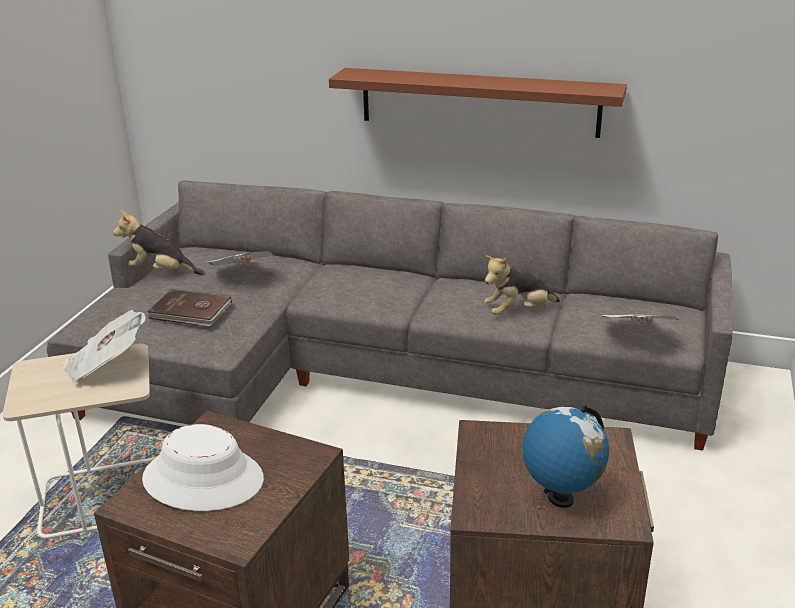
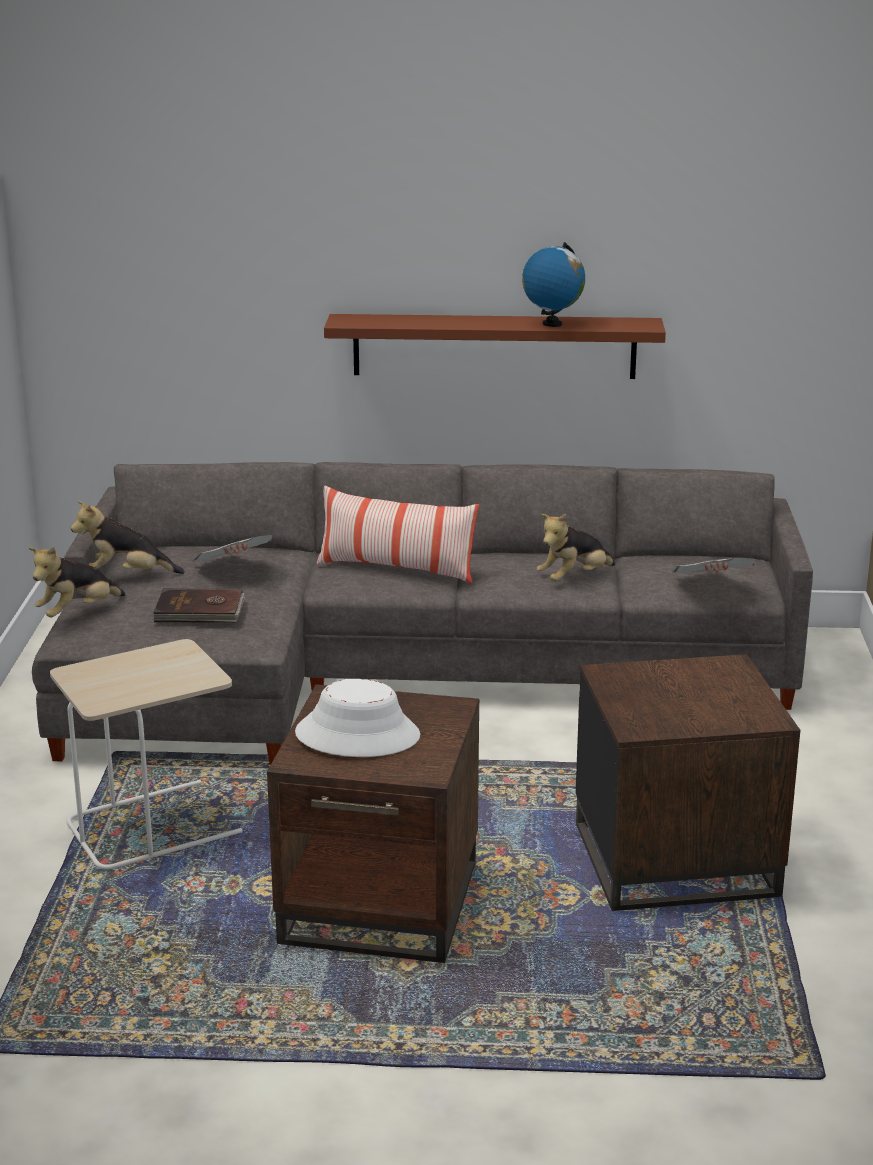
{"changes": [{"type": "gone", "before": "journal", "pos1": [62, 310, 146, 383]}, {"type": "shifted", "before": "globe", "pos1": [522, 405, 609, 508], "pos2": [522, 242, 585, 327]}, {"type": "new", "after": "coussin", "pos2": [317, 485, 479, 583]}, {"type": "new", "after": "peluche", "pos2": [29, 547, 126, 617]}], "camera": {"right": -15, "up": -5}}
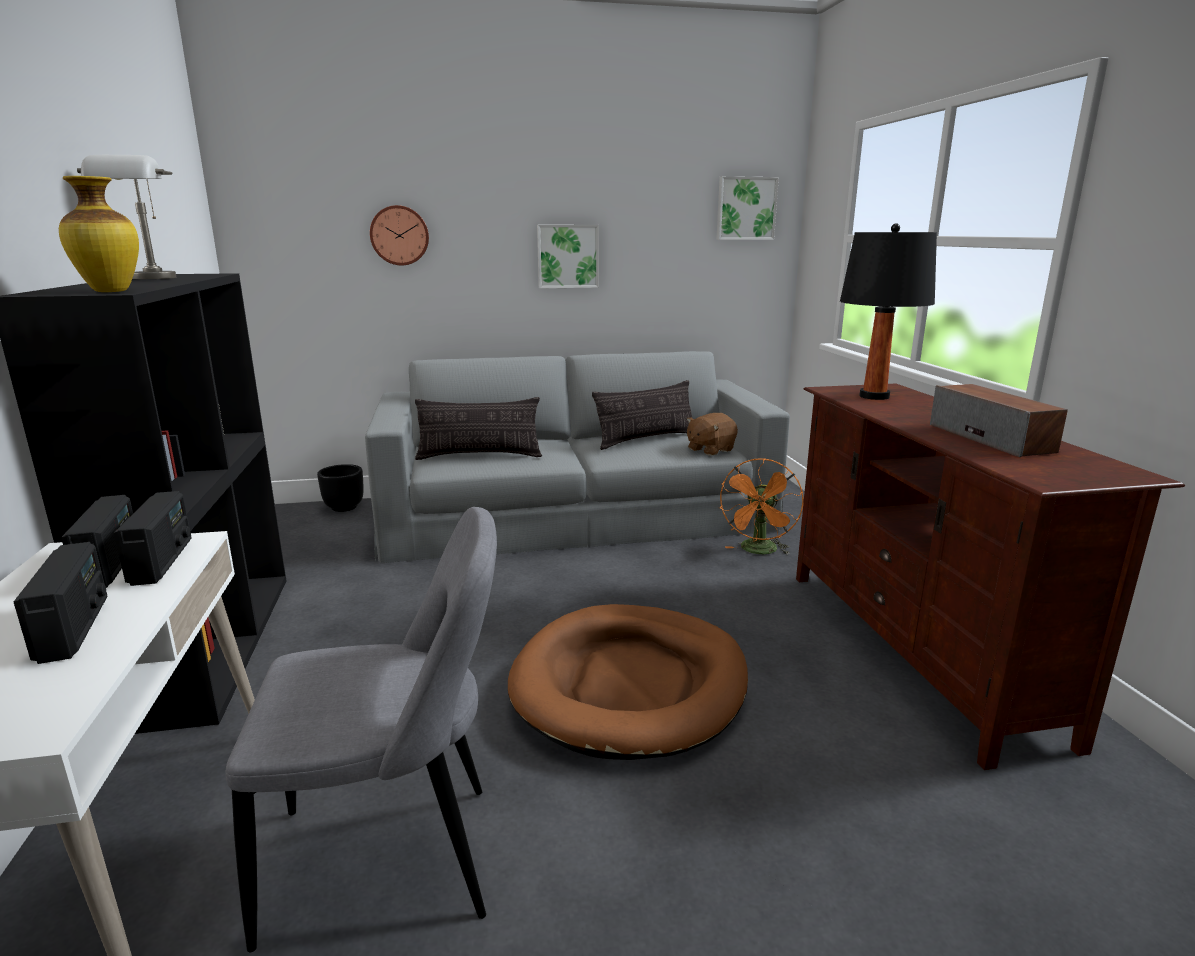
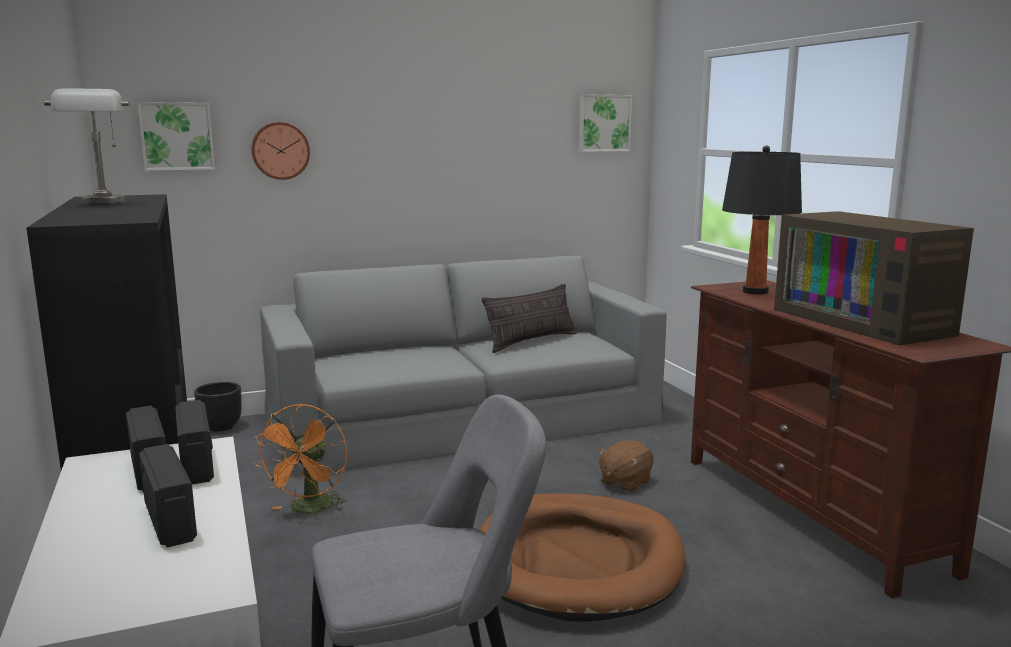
{"changes": [{"type": "gone", "before": "vase", "pos1": [59, 176, 139, 292]}, {"type": "shifted", "before": "tableau", "pos1": [537, 225, 599, 289], "pos2": [138, 102, 215, 171]}, {"type": "swapped", "before": "enceinte", "after": "téléviseur", "pos1": [930, 384, 1068, 457], "pos2": [774, 211, 974, 346]}, {"type": "gone", "before": "coussin", "pos1": [415, 397, 542, 460]}, {"type": "shifted", "before": "peluche (marron)", "pos1": [687, 413, 738, 456], "pos2": [598, 440, 654, 492]}, {"type": "shifted", "before": "ventilateur (orange)", "pos1": [720, 458, 804, 554], "pos2": [255, 404, 347, 514]}], "camera": {"right": -10, "up": -5}}
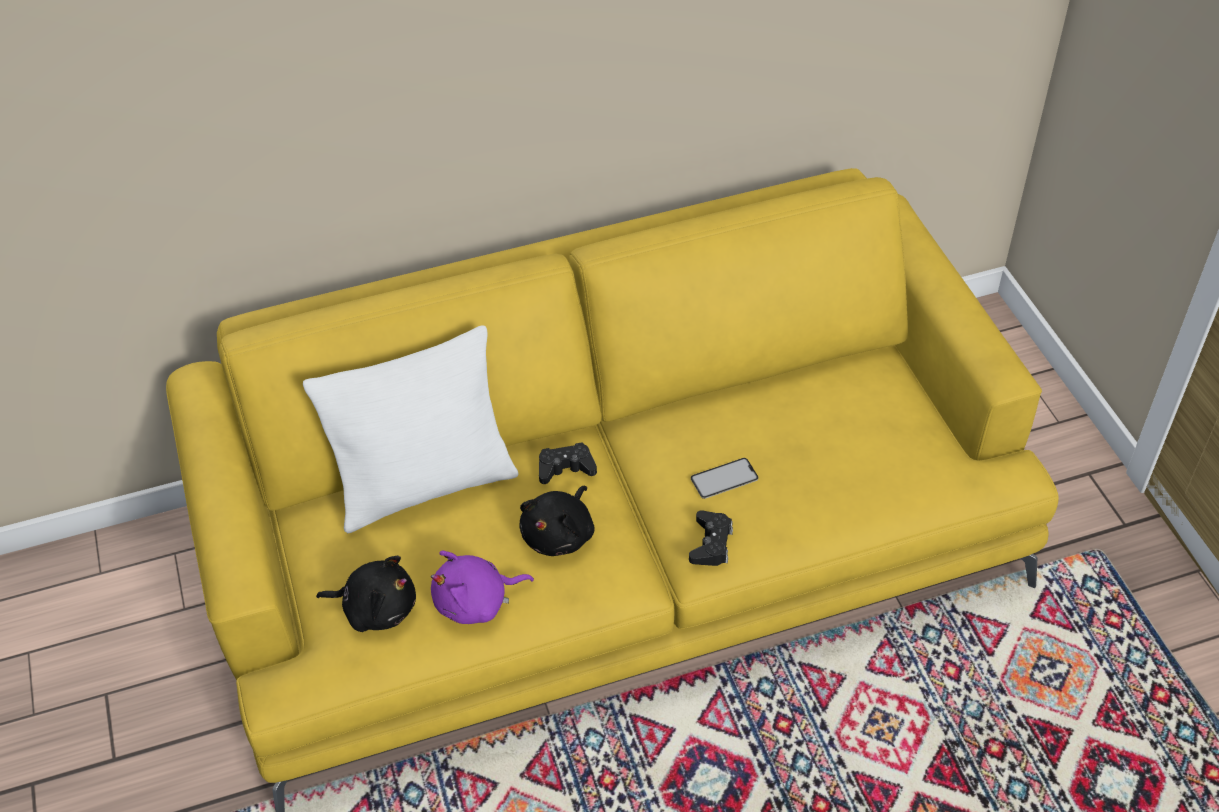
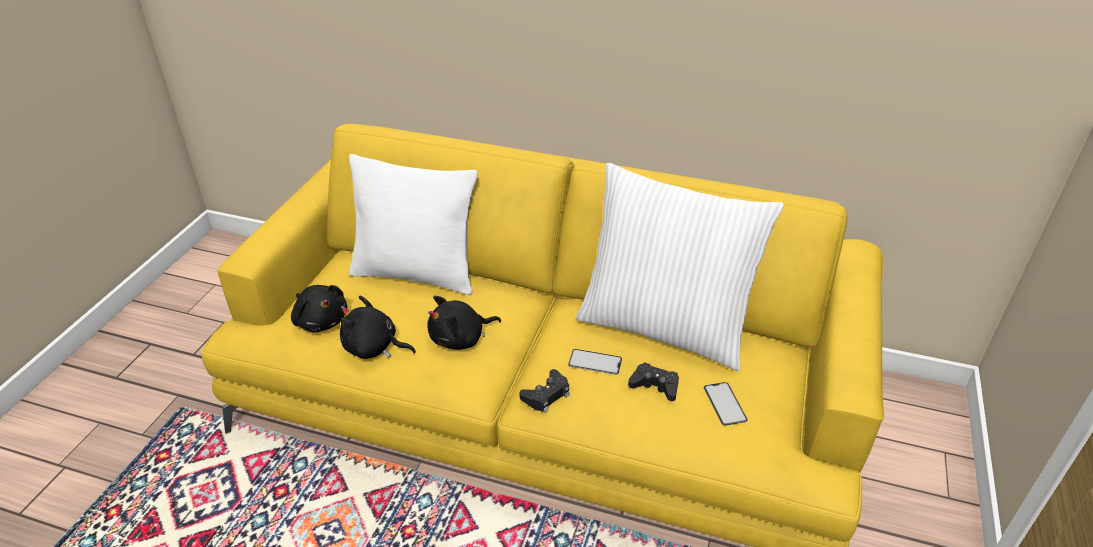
{"changes": [{"type": "shifted", "before": "manette (noir)", "pos1": [539, 442, 597, 484], "pos2": [628, 362, 679, 401]}, {"type": "repainted", "before": "peluche (violet)", "after": "peluche (noir)", "pos1": [431, 550, 534, 624], "pos2": [340, 296, 416, 359]}, {"type": "new", "after": "coussin (blanc)", "pos2": [576, 163, 784, 371]}, {"type": "new", "after": "téléphone", "pos2": [704, 382, 748, 426]}], "camera": {"right": 35, "up": -10}}
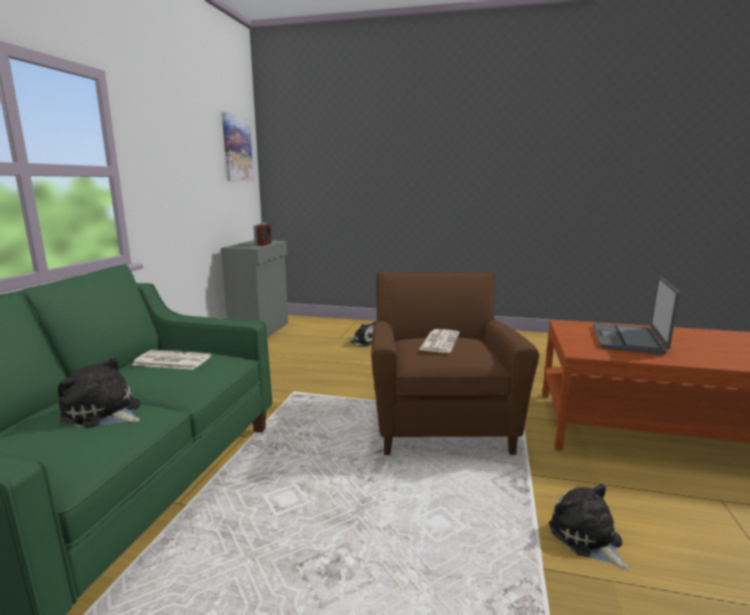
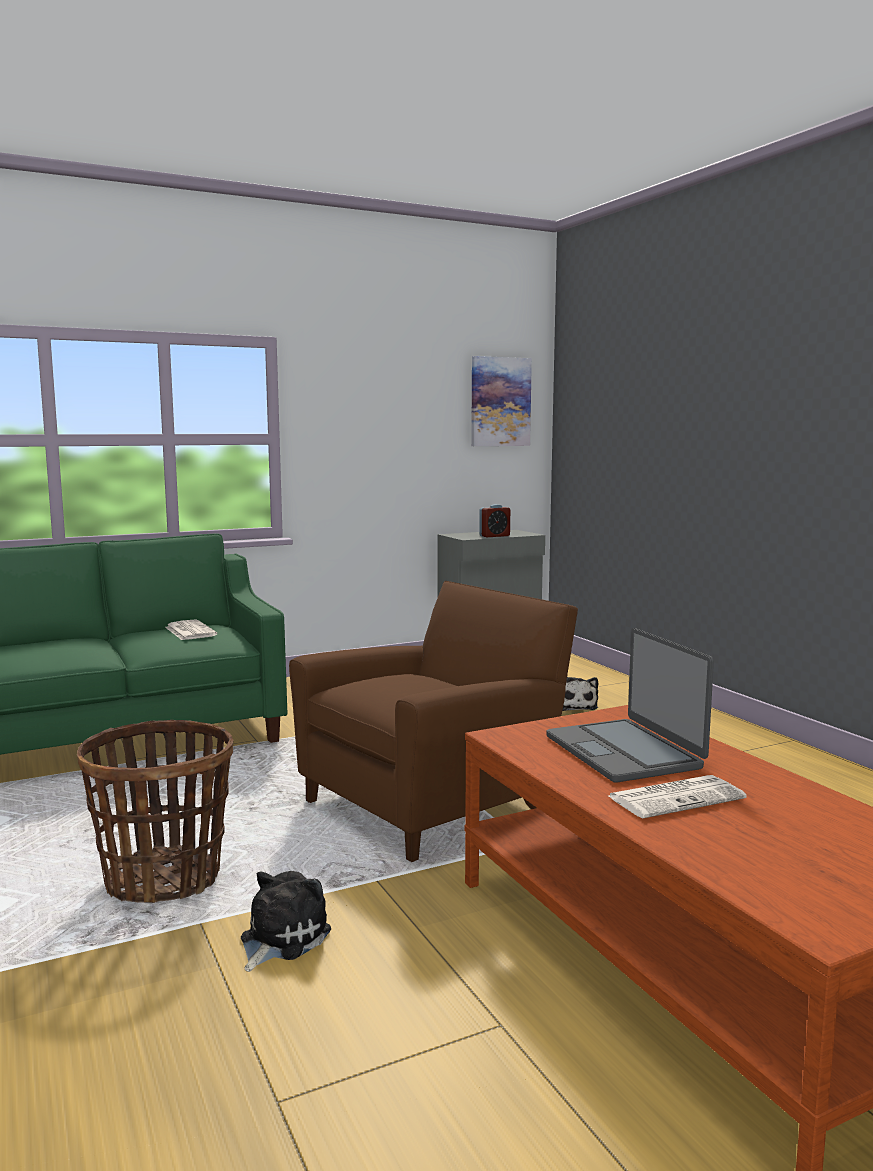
{"changes": [{"type": "rotated", "before": "ordinateur portable", "pos1": [593, 276, 680, 355], "pos2": [546, 628, 714, 783], "turn": -90}, {"type": "shifted", "before": "journal", "pos1": [419, 329, 460, 353], "pos2": [609, 775, 747, 818]}, {"type": "gone", "before": "peluche", "pos1": [57, 356, 140, 428]}, {"type": "new", "after": "panier", "pos2": [77, 720, 234, 903]}], "camera": {"right": 50, "up": -5}}
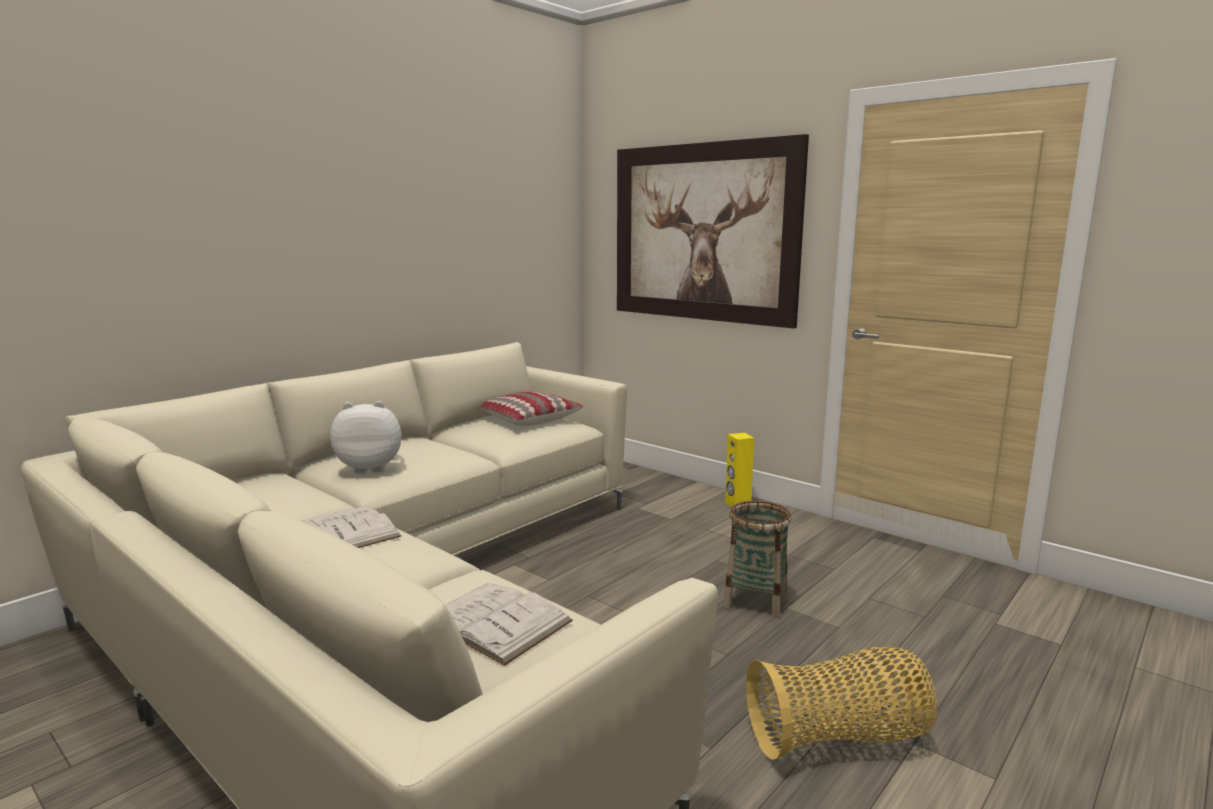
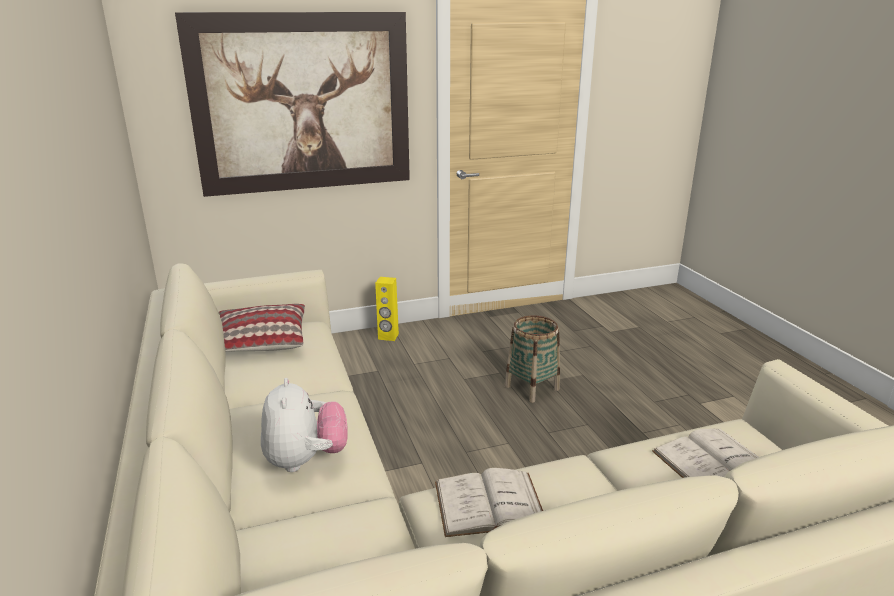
{"changes": [{"type": "rotated", "before": "peluche", "pos1": [330, 401, 402, 473], "pos2": [261, 378, 348, 472], "turn": 150}, {"type": "gone", "before": "panier", "pos1": [746, 647, 937, 760]}], "camera": {"right": -60, "up": 10}}
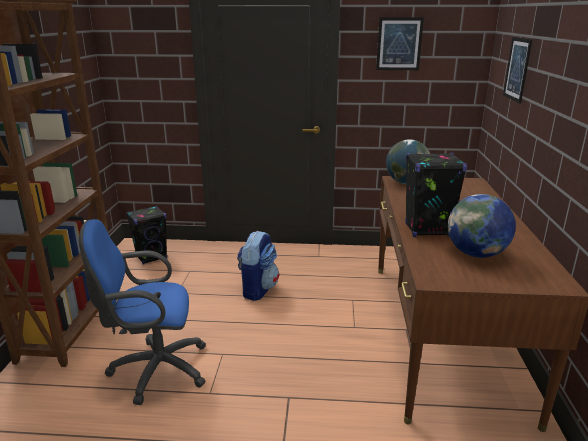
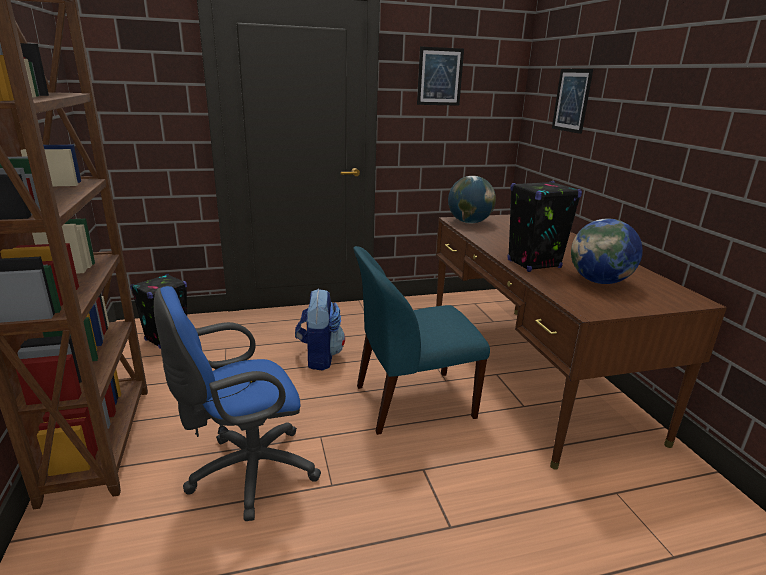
{"changes": [{"type": "new", "after": "chaise (bleu)", "pos2": [353, 246, 490, 435]}], "camera": {"right": -20, "up": 0}}
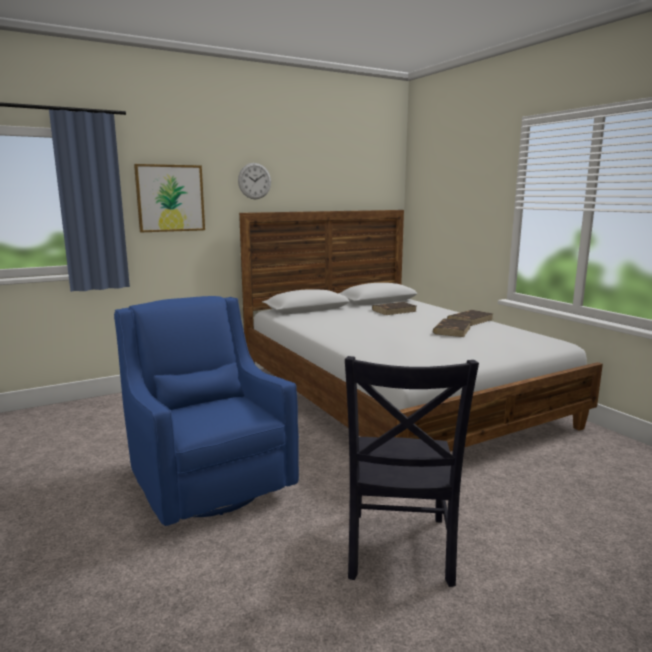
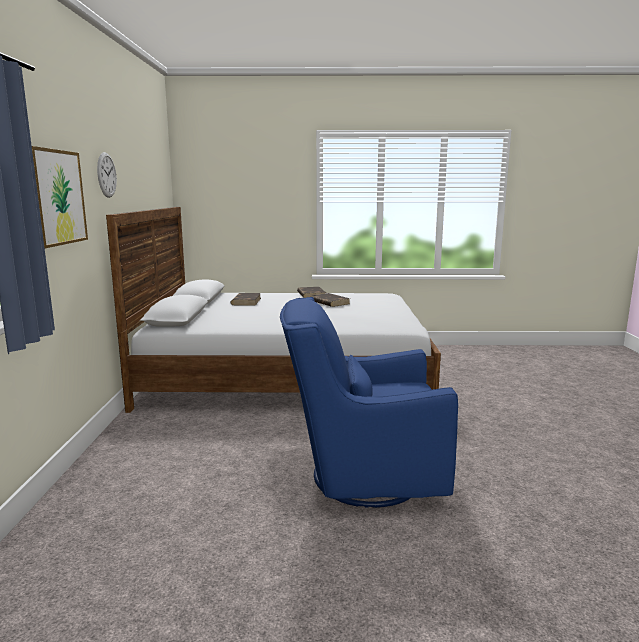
{"changes": [{"type": "gone", "before": "chaise (noir)", "pos1": [345, 356, 479, 587]}], "camera": {"right": -60, "up": 0}}
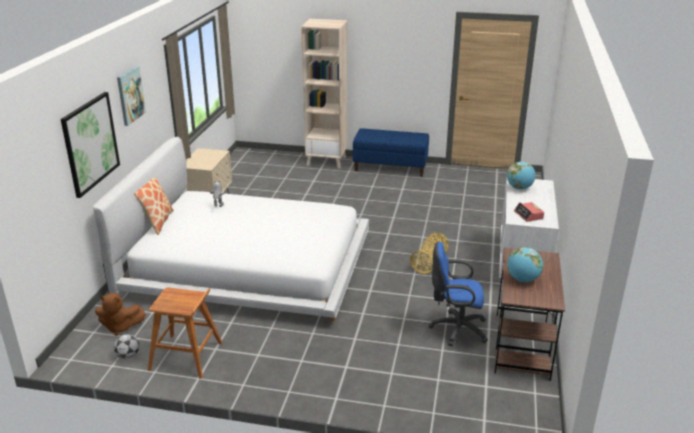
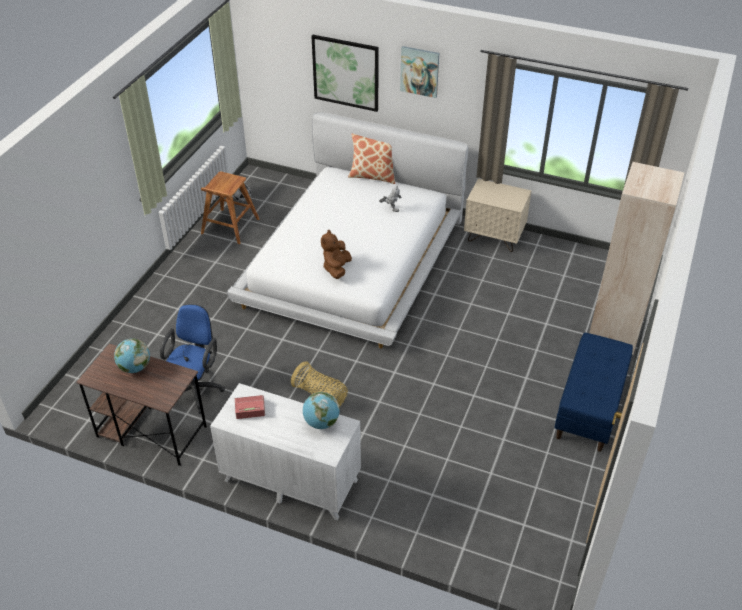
{"changes": [{"type": "shifted", "before": "peluche (marron)", "pos1": [95, 293, 146, 336], "pos2": [321, 229, 352, 279]}], "camera": {"right": 100, "up": 15}}
